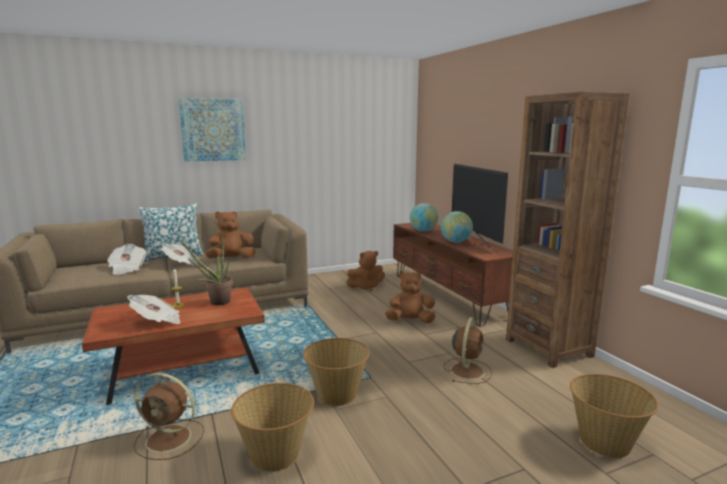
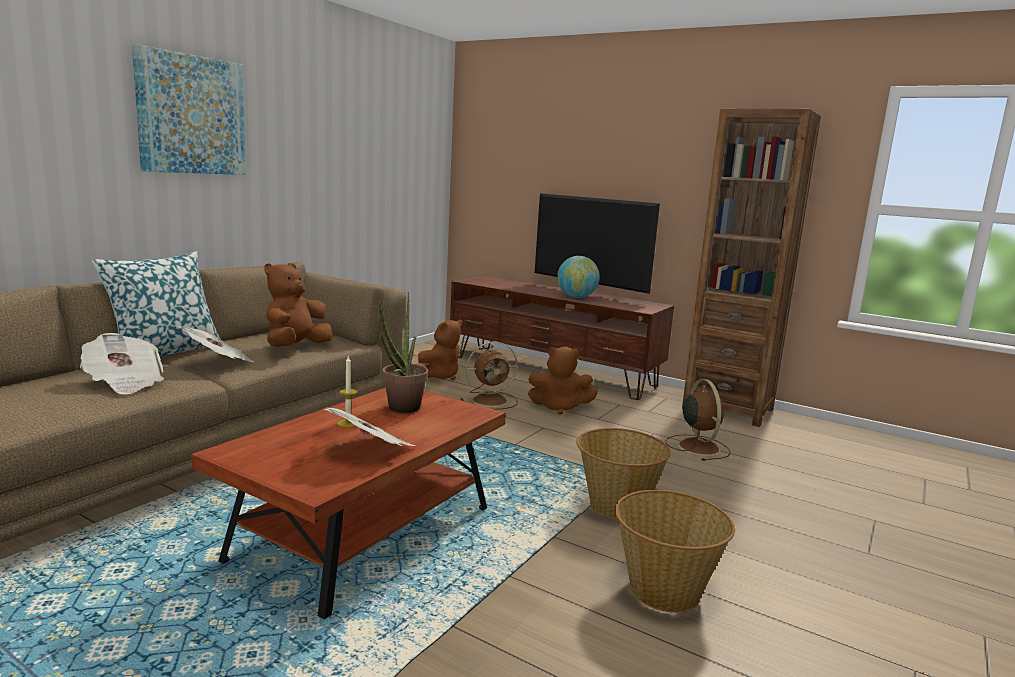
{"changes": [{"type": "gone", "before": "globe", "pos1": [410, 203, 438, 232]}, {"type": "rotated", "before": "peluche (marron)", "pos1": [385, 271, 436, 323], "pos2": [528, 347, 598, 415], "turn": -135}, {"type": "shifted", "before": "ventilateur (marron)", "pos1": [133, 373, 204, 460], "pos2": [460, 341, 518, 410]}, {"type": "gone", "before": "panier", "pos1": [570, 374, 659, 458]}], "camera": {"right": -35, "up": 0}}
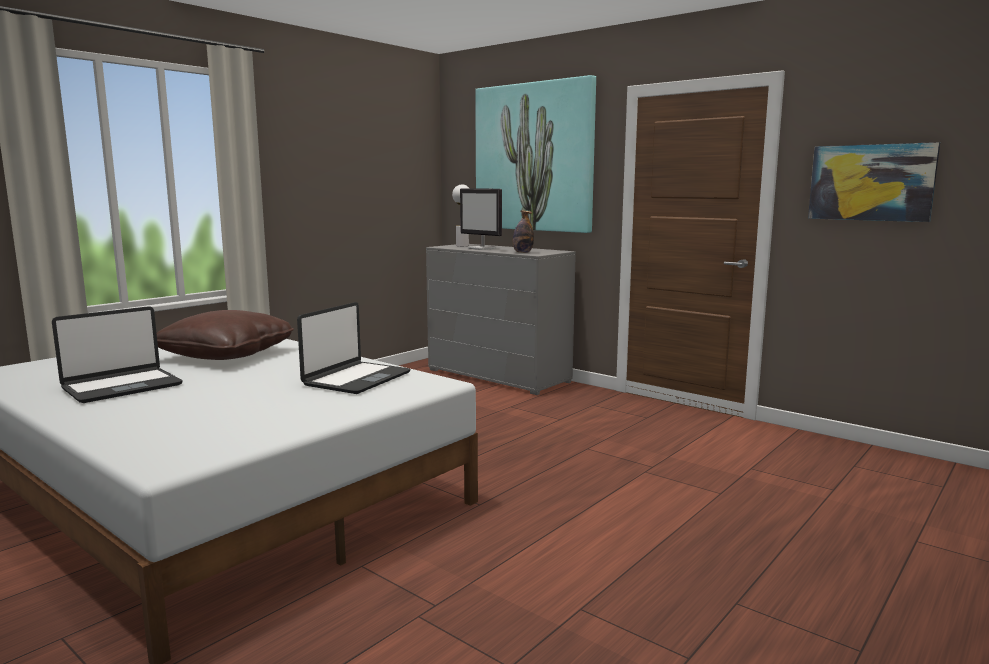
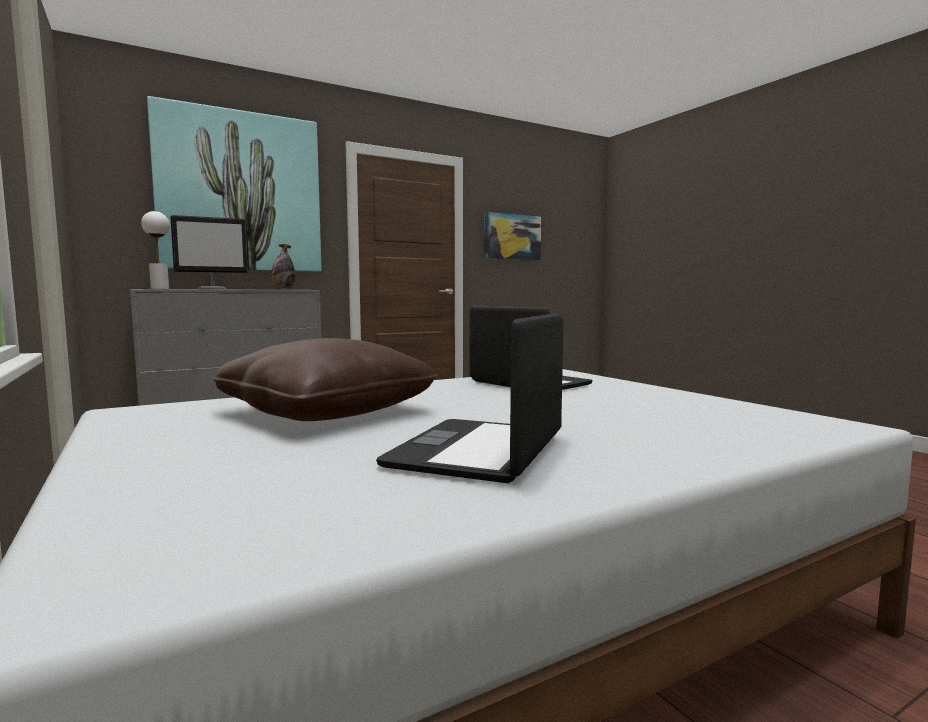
{"changes": [{"type": "rotated", "before": "ordinateur portable", "pos1": [52, 306, 183, 403], "pos2": [376, 313, 564, 483], "turn": -135}], "camera": {"right": -70, "up": -5}}
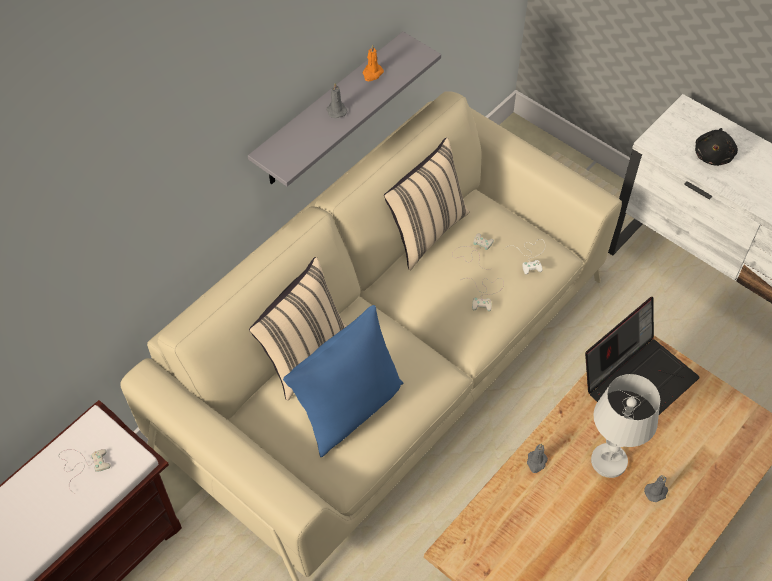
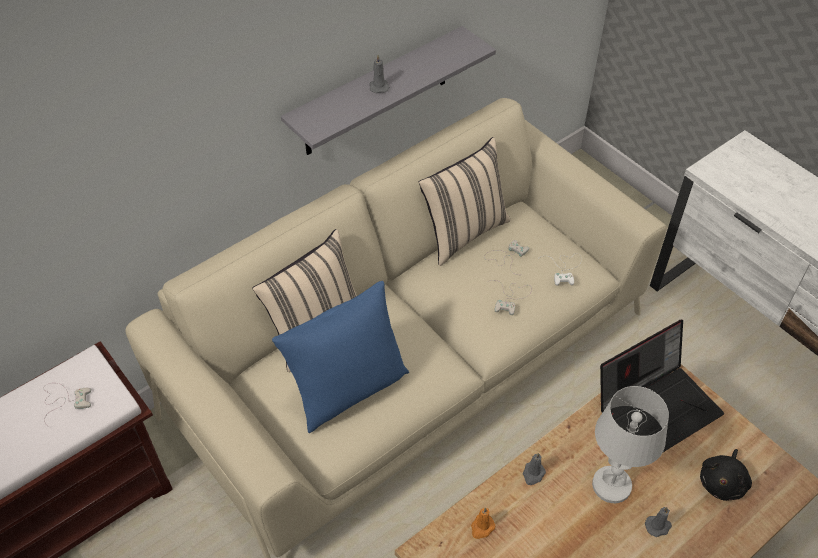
{"changes": [{"type": "shifted", "before": "bougie (orange)", "pos1": [363, 44, 384, 81], "pos2": [471, 507, 496, 539]}, {"type": "shifted", "before": "peluche (noir)", "pos1": [695, 128, 738, 166], "pos2": [700, 449, 752, 501]}], "camera": {"right": 10, "up": -5}}
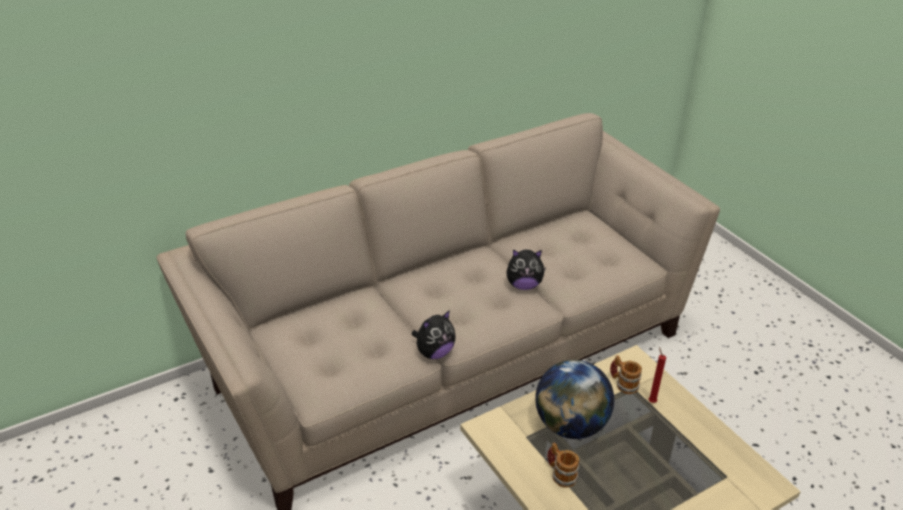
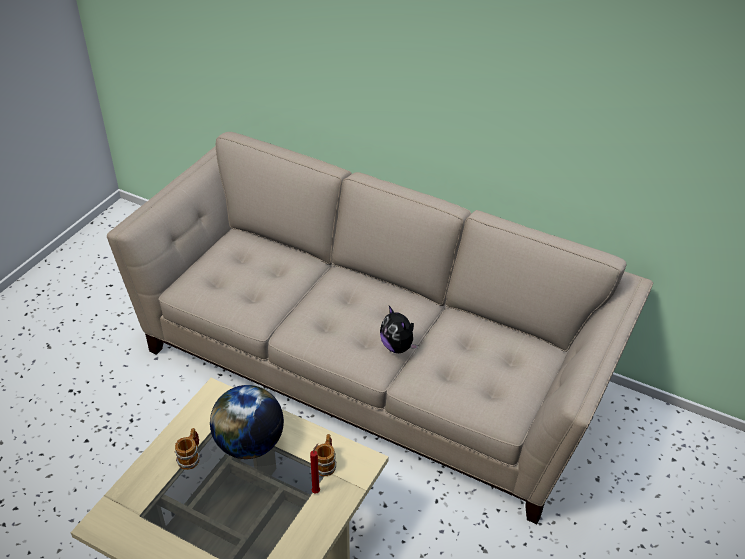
{"changes": [{"type": "gone", "before": "peluche", "pos1": [412, 310, 456, 359]}], "camera": {"right": 60, "up": 5}}
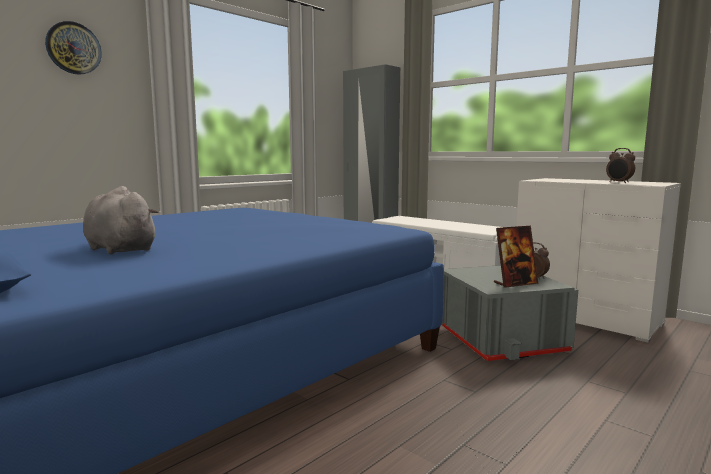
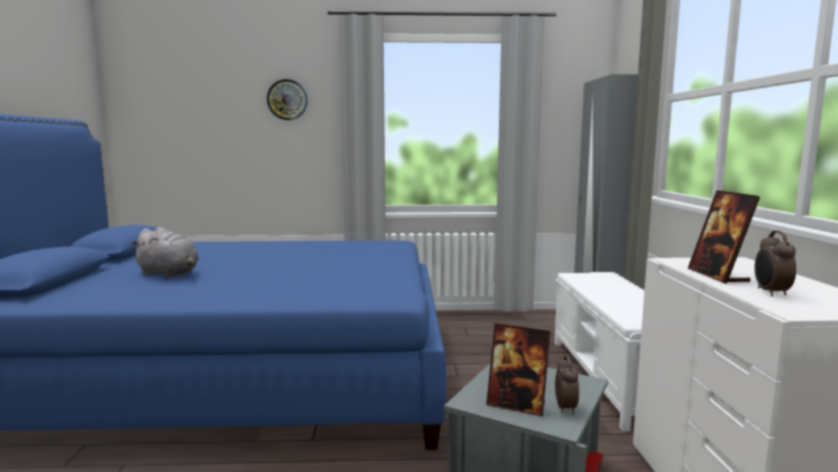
{"changes": [{"type": "rotated", "before": "peluche (gris)", "pos1": [83, 186, 158, 254], "pos2": [131, 227, 199, 278], "turn": 120}, {"type": "new", "after": "cadre photo", "pos2": [688, 190, 760, 284]}], "camera": {"right": 45, "up": 0}}
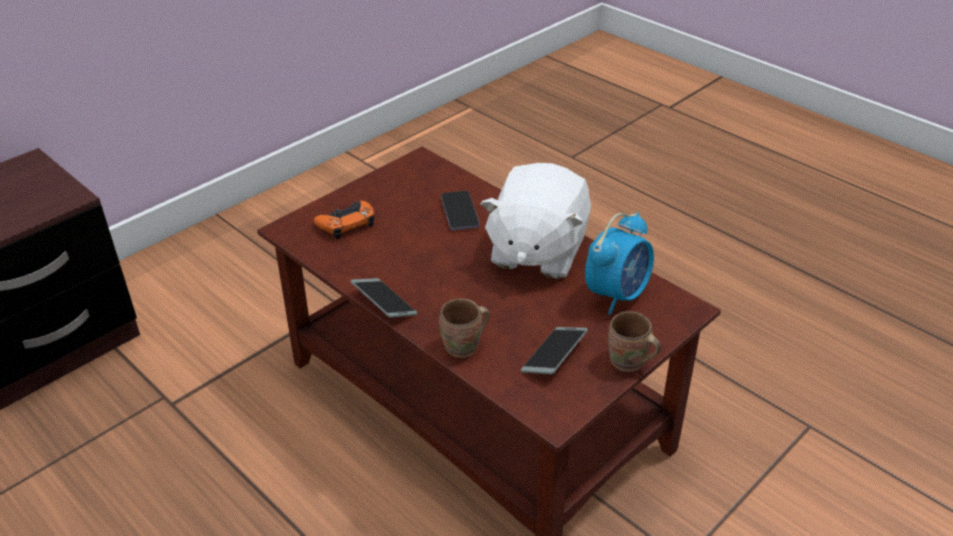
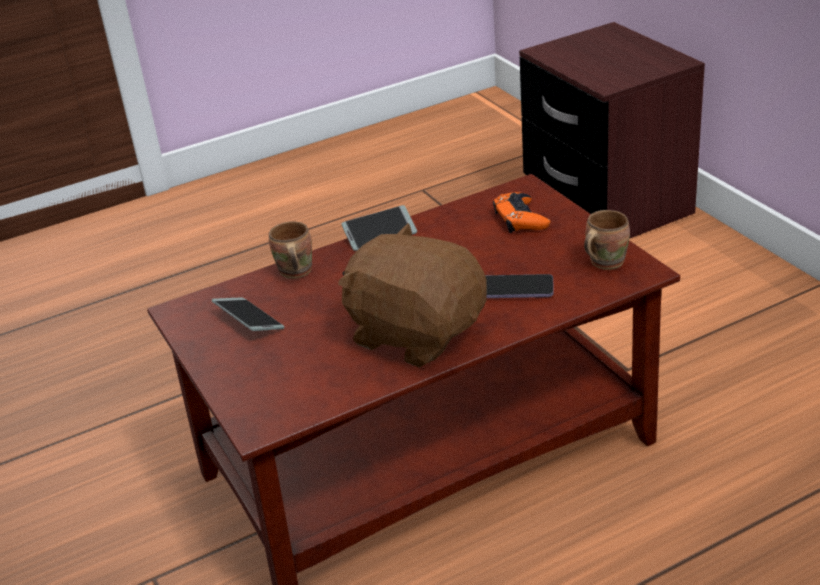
{"changes": [{"type": "repainted", "before": "peluche (blanc)", "after": "peluche (marron)", "pos1": [480, 163, 591, 279], "pos2": [338, 223, 487, 367]}, {"type": "gone", "before": "réveil", "pos1": [585, 212, 654, 315]}, {"type": "shifted", "before": "mug (marron)", "pos1": [608, 311, 661, 372], "pos2": [584, 210, 630, 270]}], "camera": {"right": 110, "up": -5}}
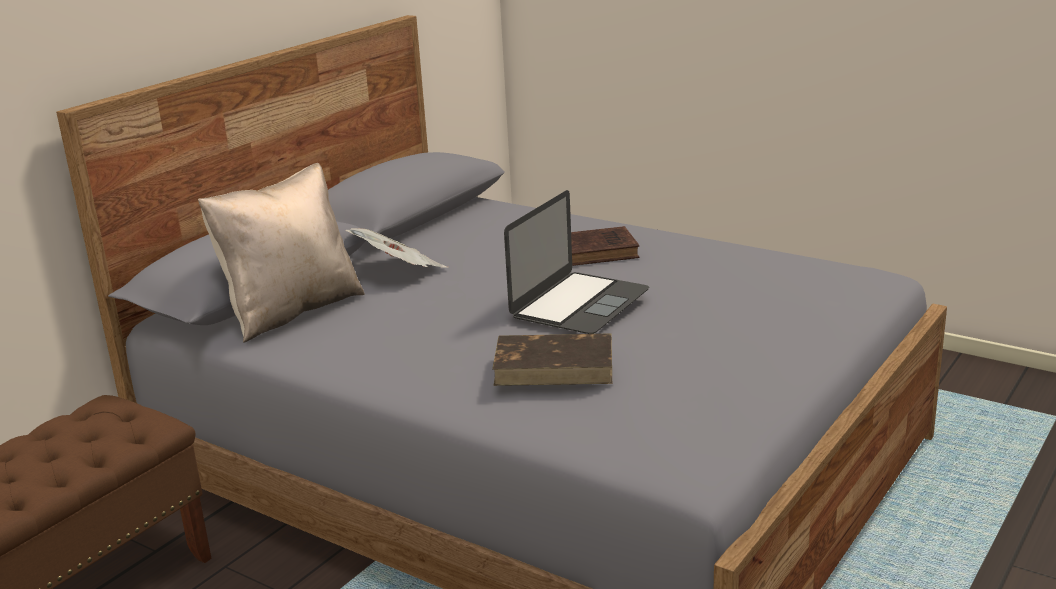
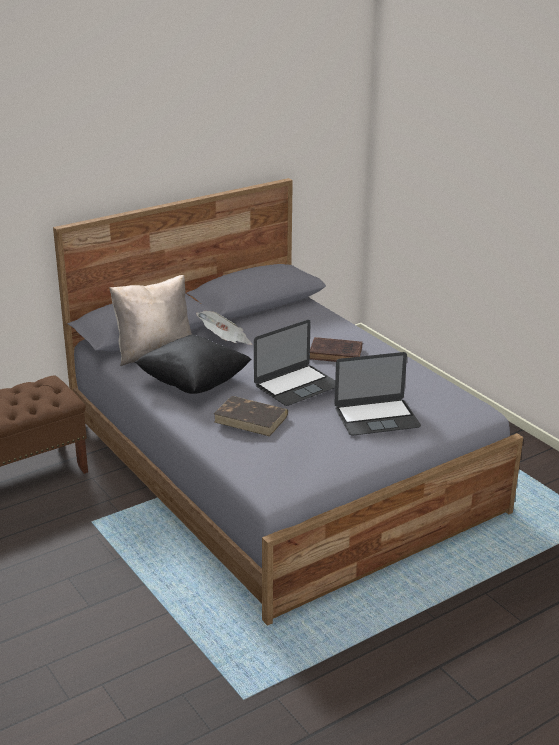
{"changes": [{"type": "new", "after": "coussin (noir)", "pos2": [135, 334, 252, 394]}, {"type": "new", "after": "ordinateur portable", "pos2": [334, 352, 421, 436]}], "camera": {"right": 20, "up": 5}}
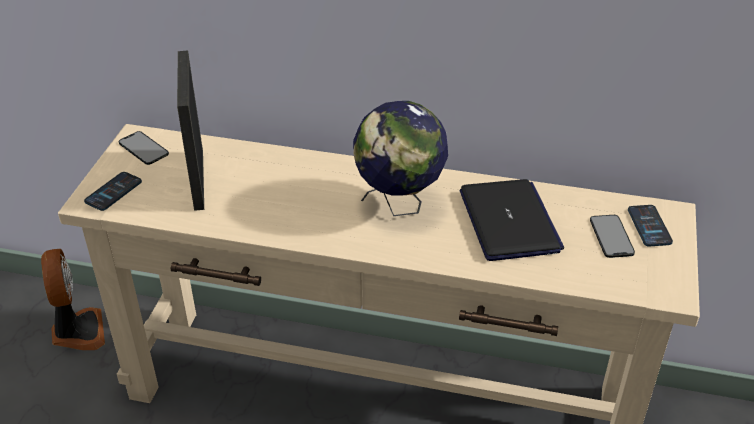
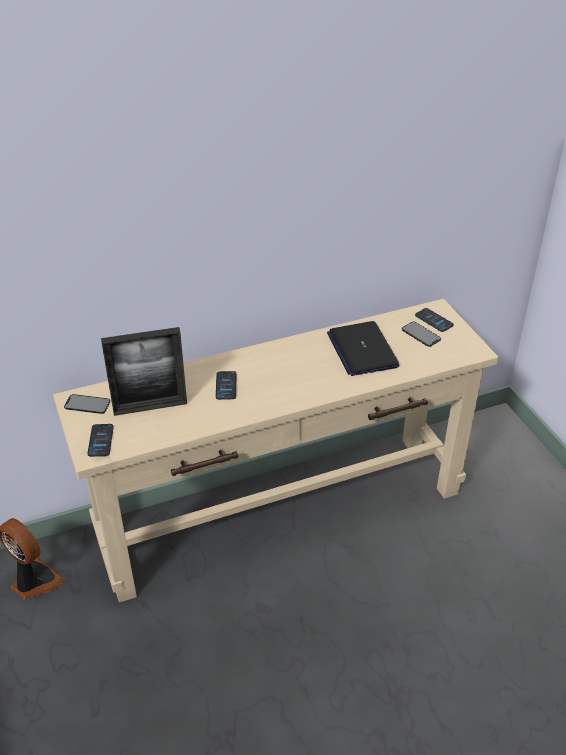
{"changes": [{"type": "rotated", "before": "cadre photo", "pos1": [177, 51, 204, 211], "pos2": [101, 327, 187, 416], "turn": -60}, {"type": "gone", "before": "globe", "pos1": [353, 101, 448, 216]}, {"type": "rotated", "before": "ordinateur portable", "pos1": [460, 179, 564, 261], "pos2": [327, 321, 399, 376], "turn": -150}, {"type": "new", "after": "téléphone", "pos2": [216, 371, 237, 400]}], "camera": {"right": -35, "up": 0}}
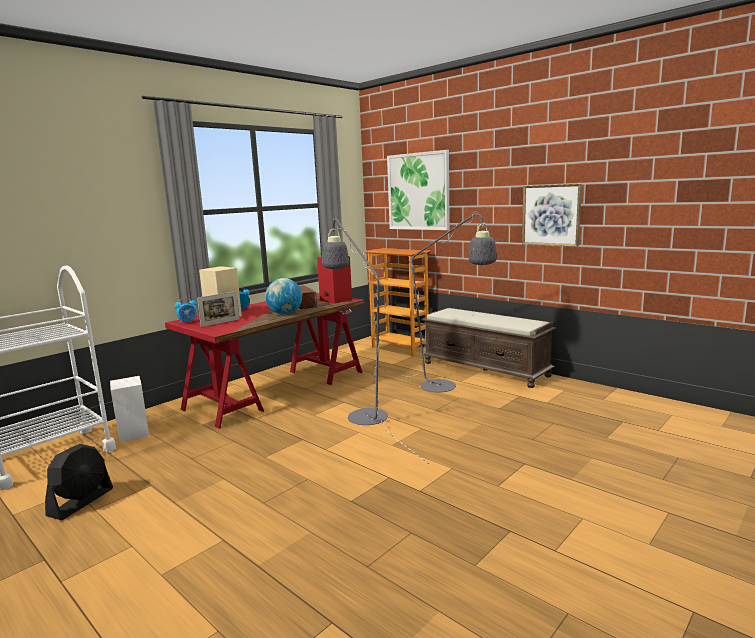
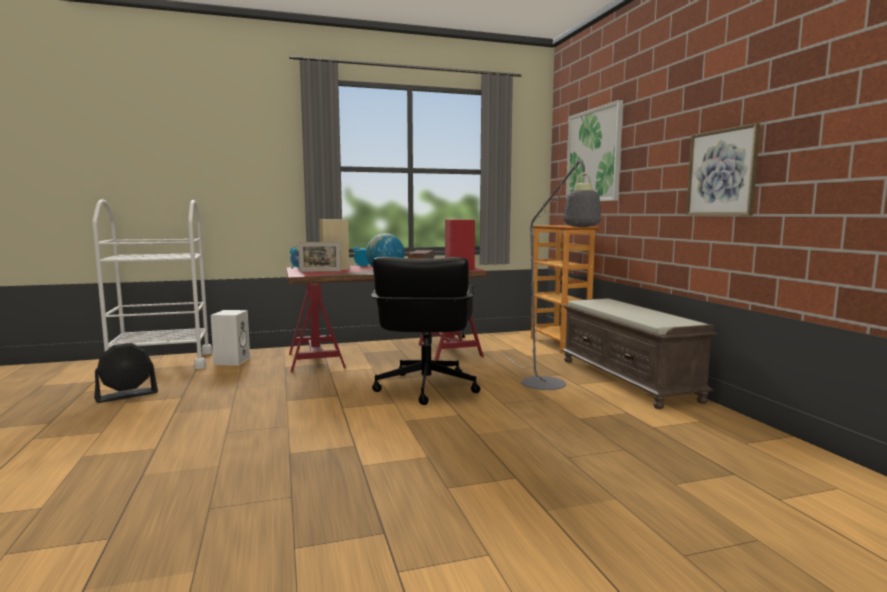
{"changes": [{"type": "swapped", "before": "lampadaire (gris)", "after": "chaise de bureau (noir)", "pos1": [322, 218, 429, 464], "pos2": [371, 257, 480, 405]}], "camera": {"right": 30, "up": -5}}
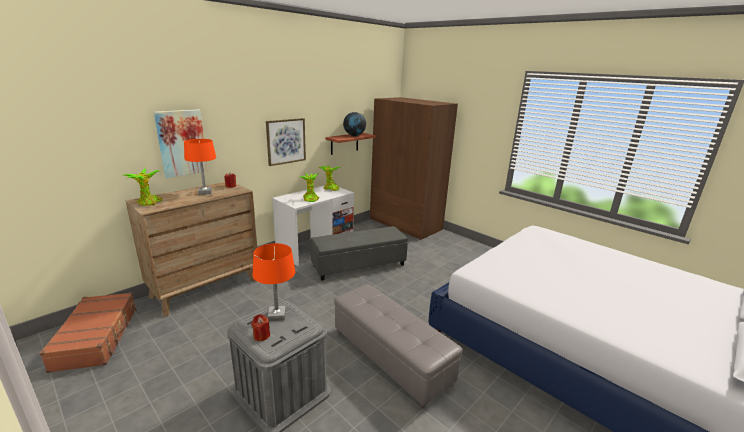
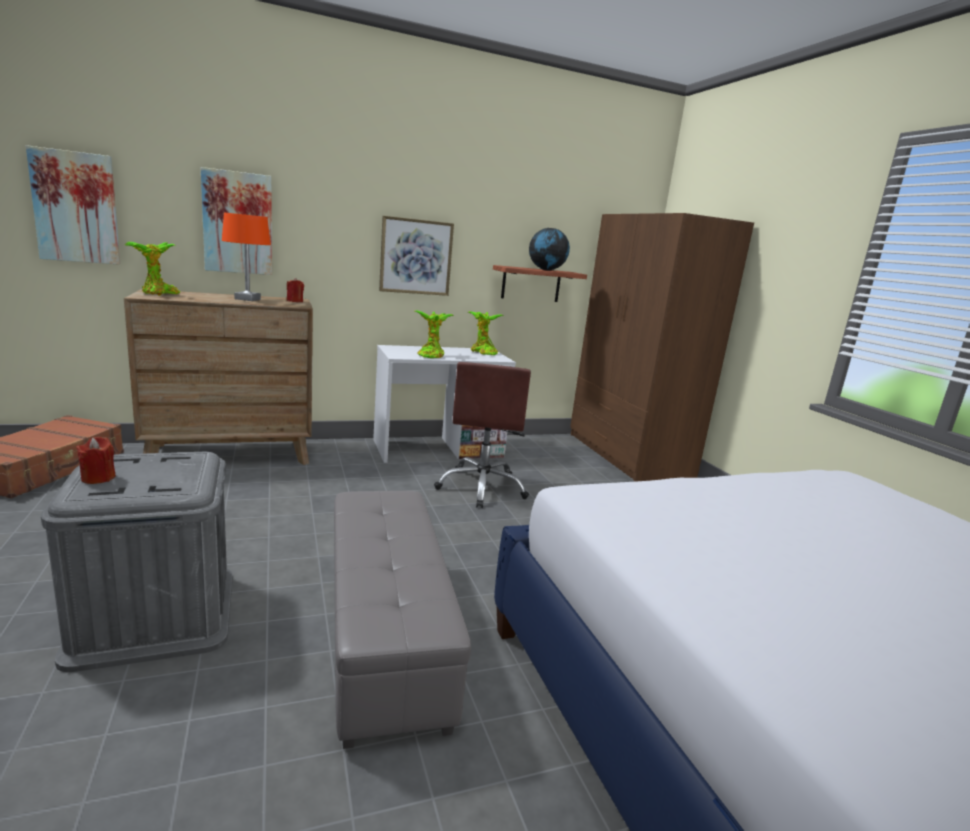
{"changes": [{"type": "swapped", "before": "pouf (gris)", "after": "chaise de bureau (marron)", "pos1": [311, 226, 408, 281], "pos2": [434, 362, 531, 508]}, {"type": "gone", "before": "lampe de table (orange)", "pos1": [253, 243, 295, 321]}, {"type": "new", "after": "tableau", "pos2": [26, 145, 120, 265]}], "camera": {"right": 25, "up": -5}}
